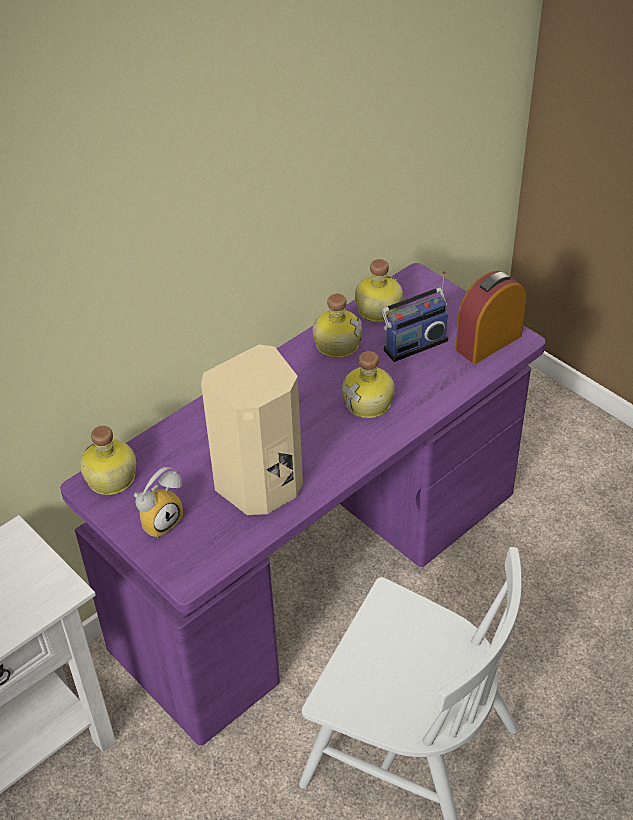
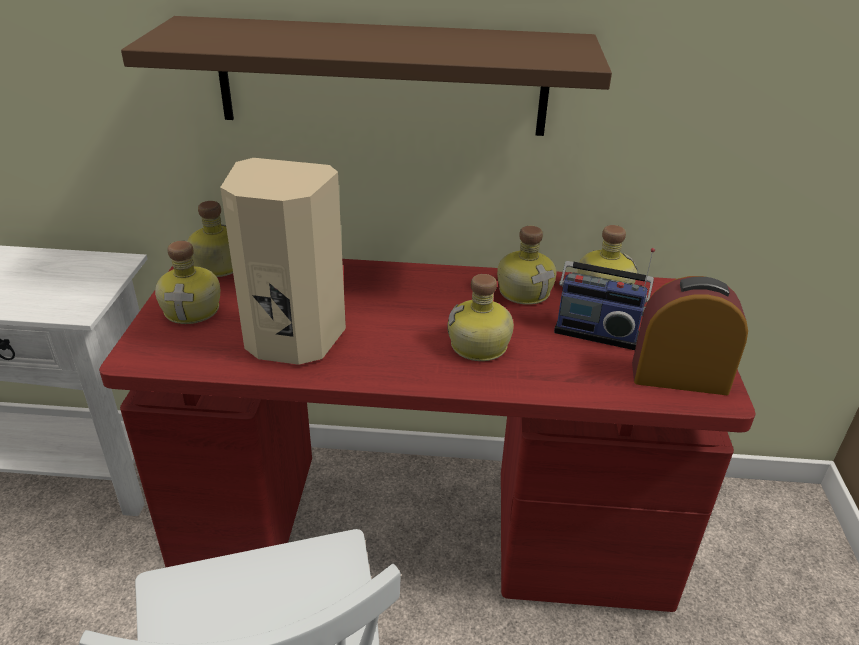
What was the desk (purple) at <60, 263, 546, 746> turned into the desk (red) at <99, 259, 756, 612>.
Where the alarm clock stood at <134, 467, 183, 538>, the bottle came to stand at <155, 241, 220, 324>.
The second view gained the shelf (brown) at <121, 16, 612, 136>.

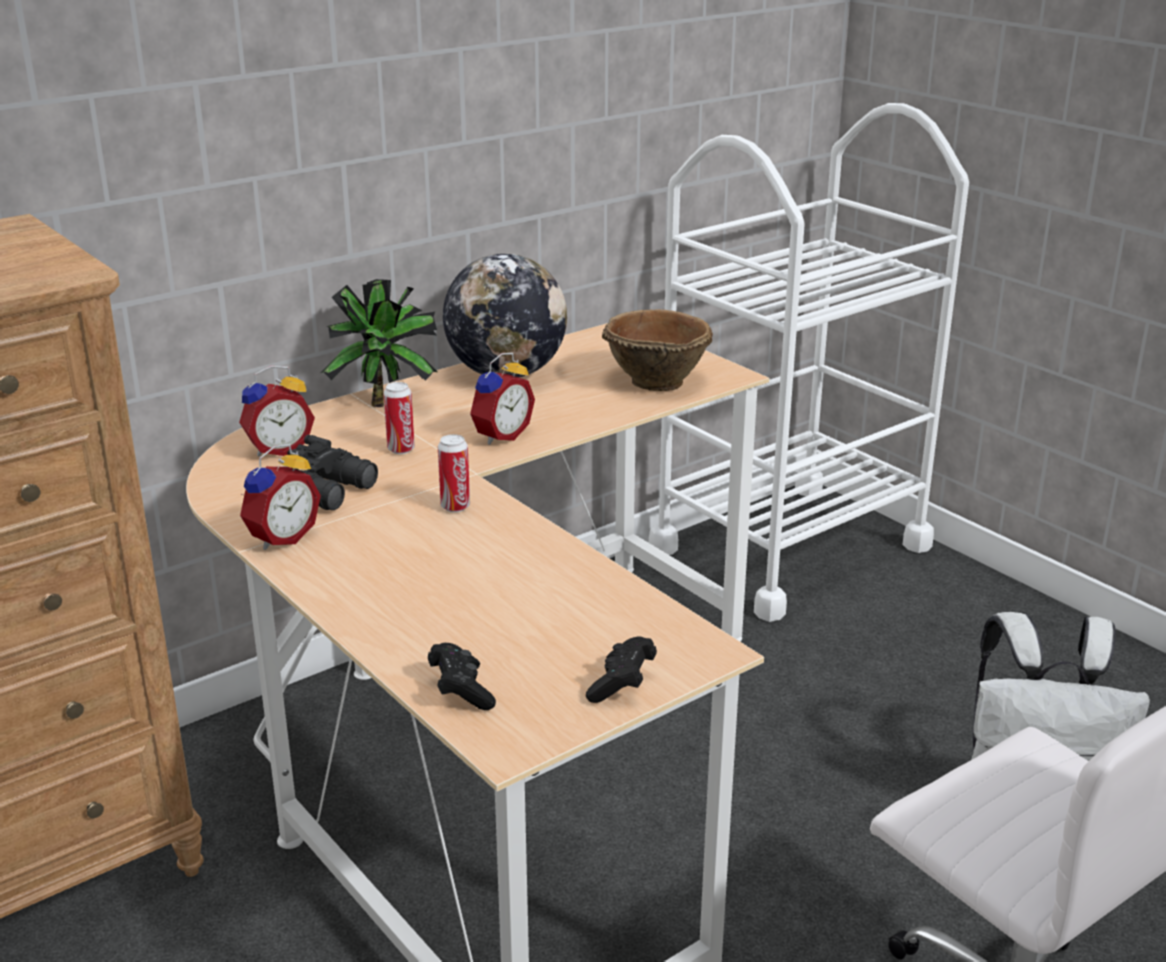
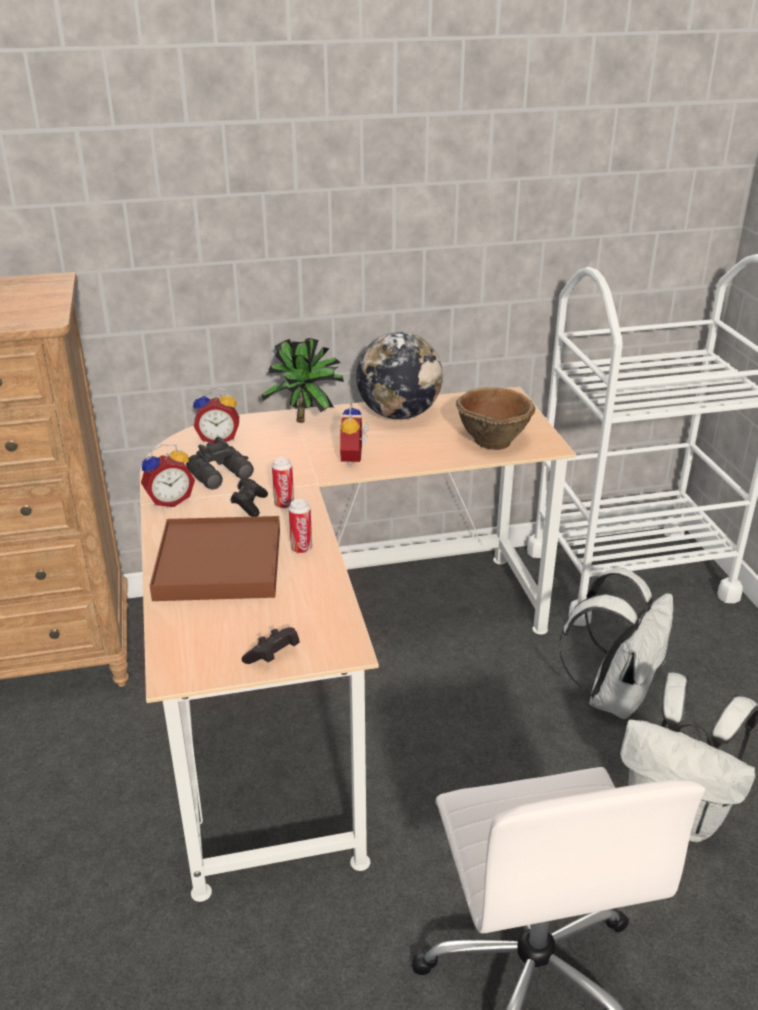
The can ended up elsewhere, having gone from <383, 382, 415, 454> to <289, 499, 312, 554>.
The game controller (black) ended up elsewhere, having gone from <428, 643, 496, 710> to <231, 478, 268, 517>.
The alarm clock at <470, 353, 535, 445> ended up facing another way, 120 degrees clockwise from before.
The second view gained the tray (brown) at <150, 516, 280, 601>.
The second view gained the backpack (white) at <559, 568, 673, 719>.

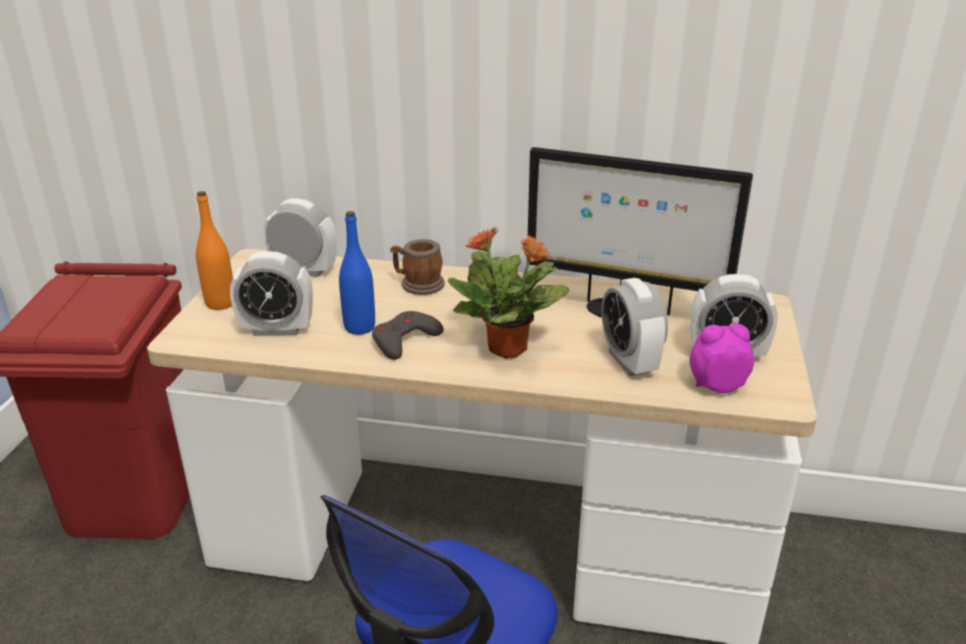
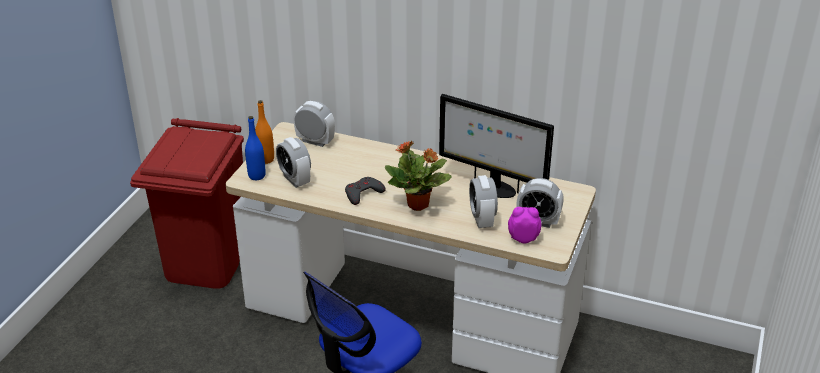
The alarm clock at <230, 251, 313, 336> ended up facing another way, 45 degrees clockwise from before.
The bottle (blue) ended up elsewhere, having gone from <339, 211, 375, 335> to <245, 116, 265, 180>.
The second view lost the mug at <390, 239, 445, 295>.

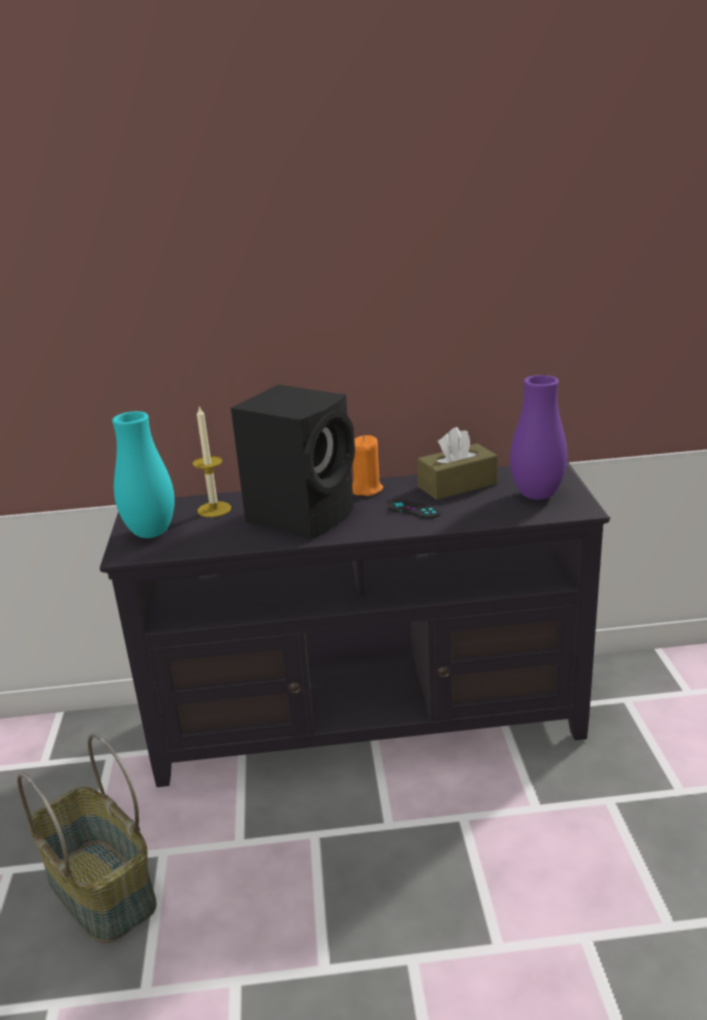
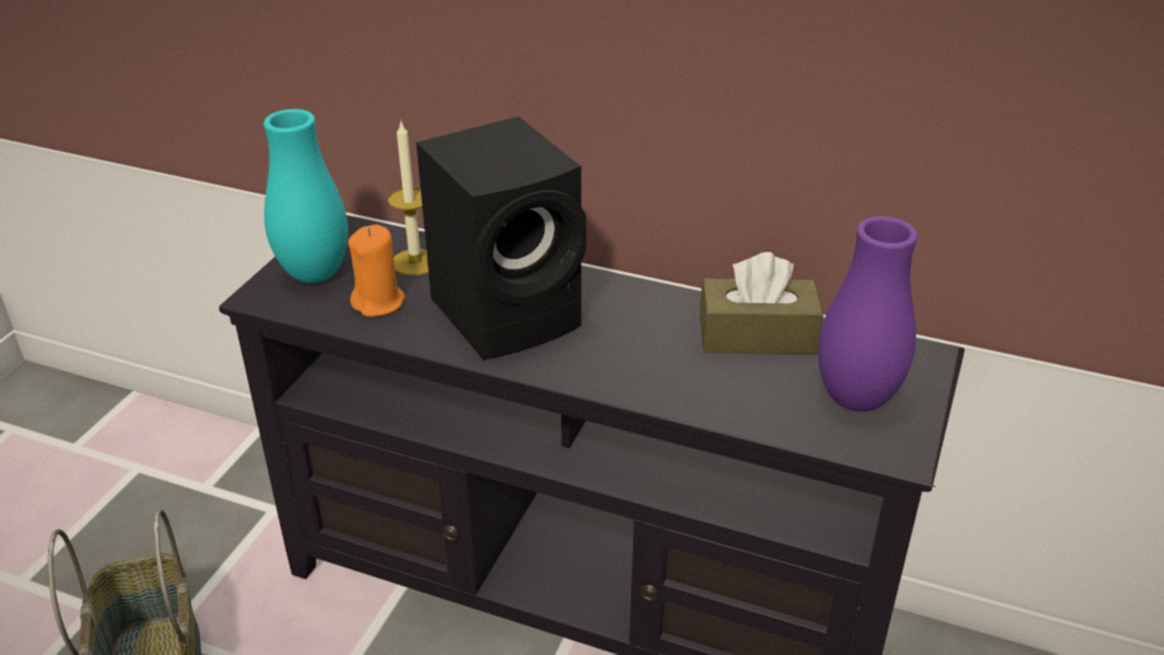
The candle (orange) ended up elsewhere, having gone from <352, 435, 383, 496> to <348, 224, 405, 317>.
The second view lost the game controller (black) at <388, 500, 441, 518>.

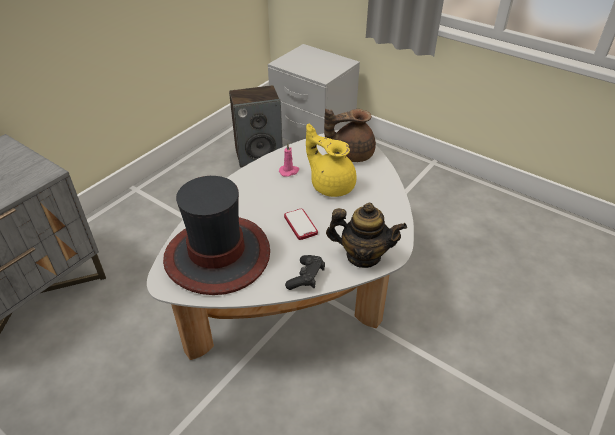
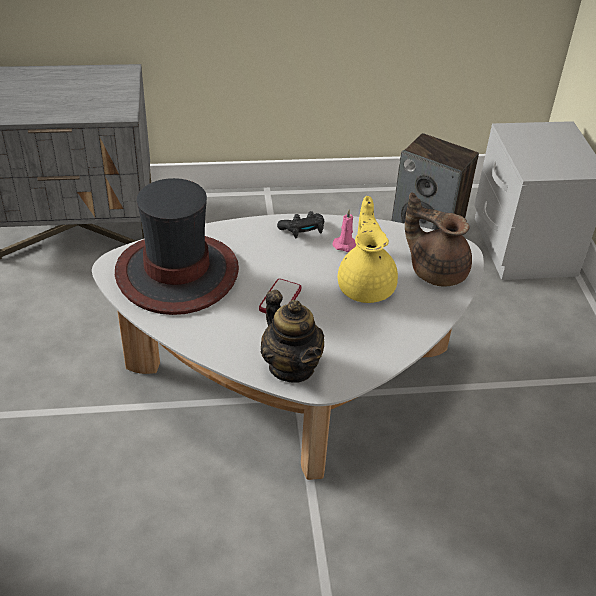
The game controller (black) ended up elsewhere, having gone from <285, 255, 325, 290> to <277, 211, 324, 238>.

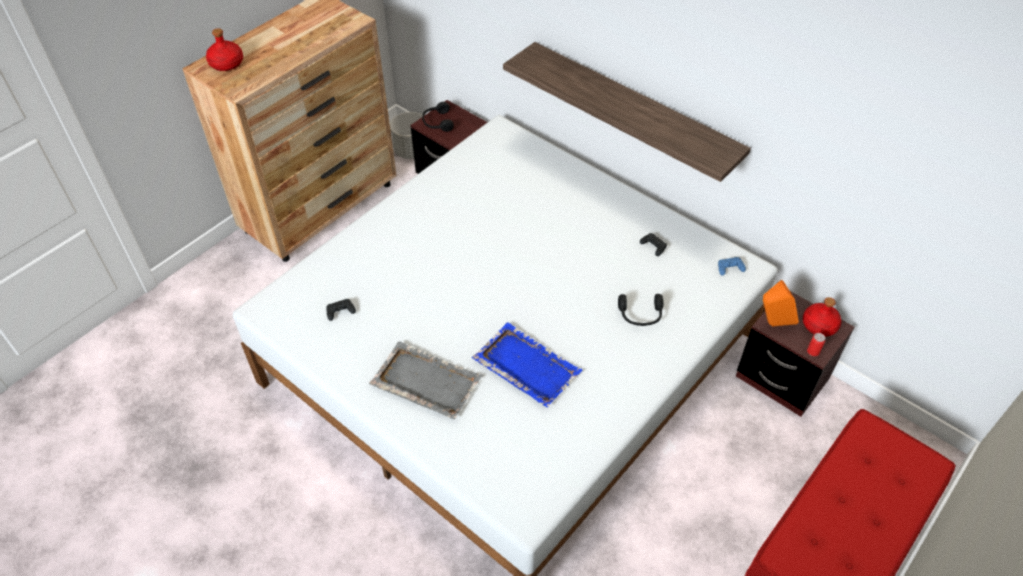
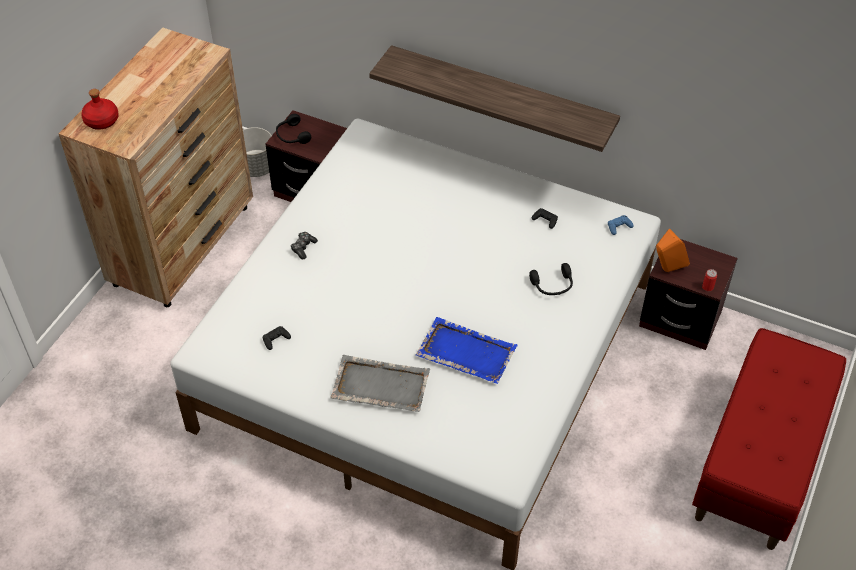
The second view lost the bottle (red) at <803, 297, 841, 337>.
The second view gained the game controller at <291, 232, 318, 259>.

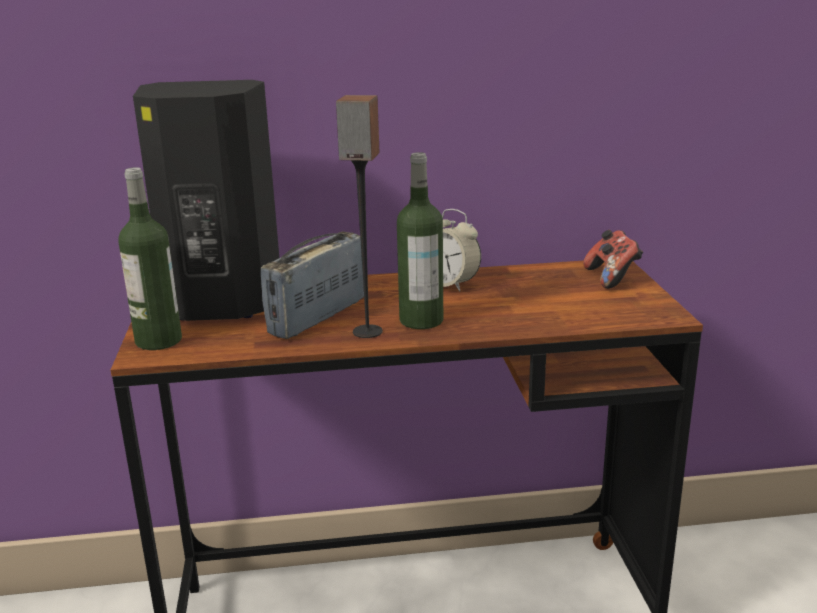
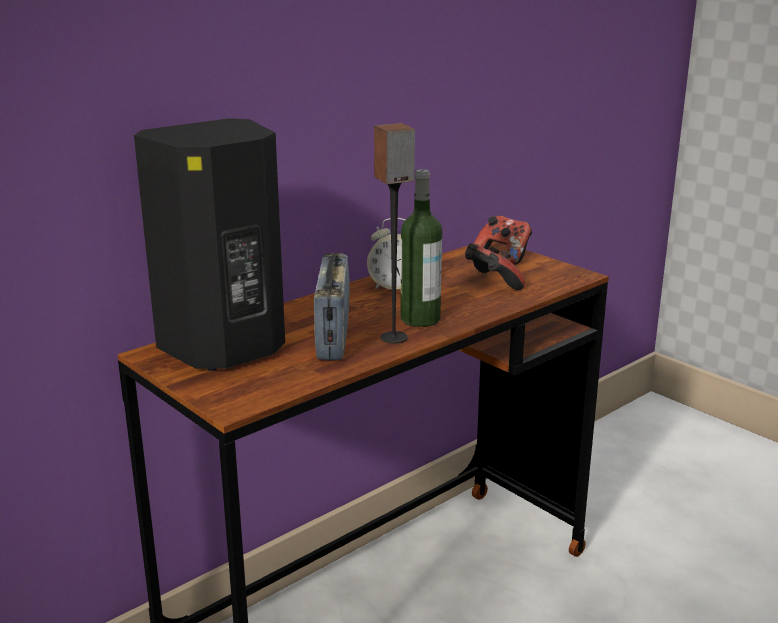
The second view lost the bottle at <118, 167, 182, 350>.
The second view gained the game controller at <465, 243, 525, 290>.

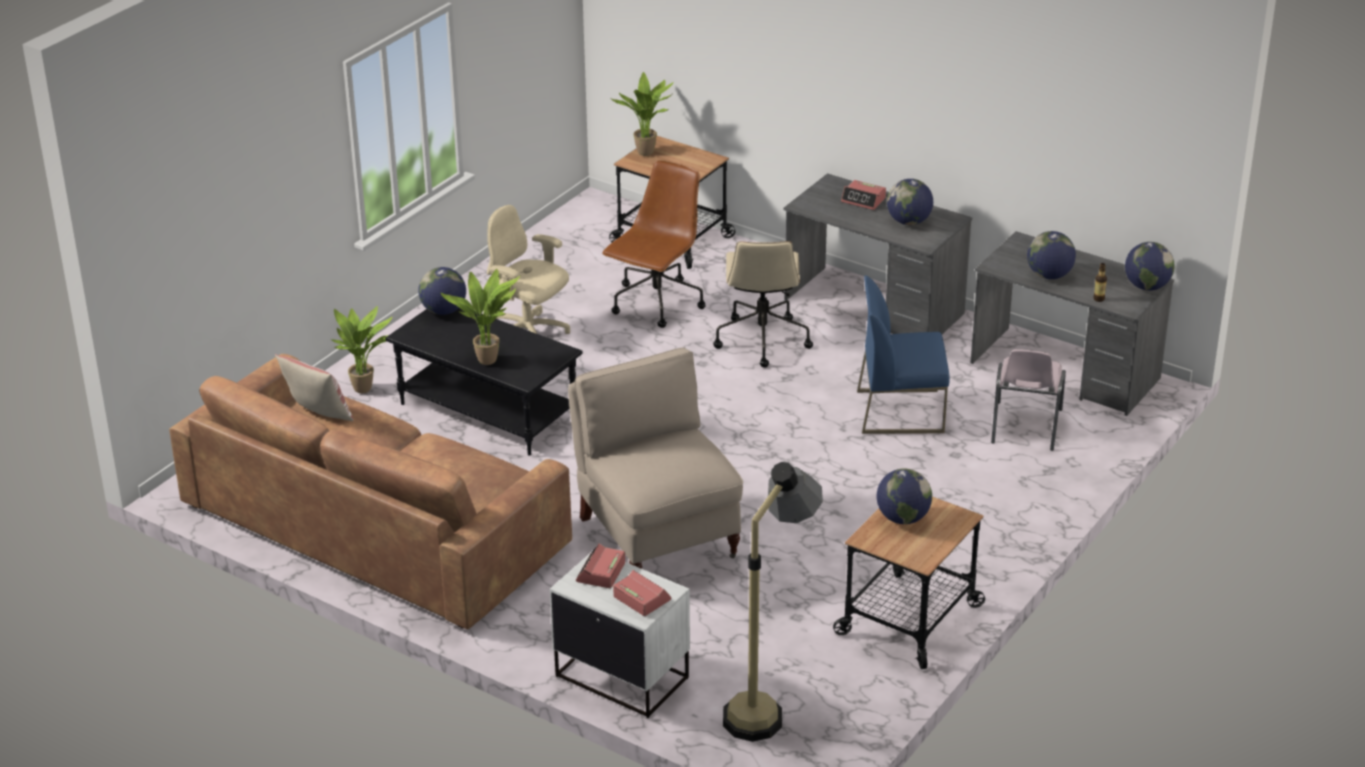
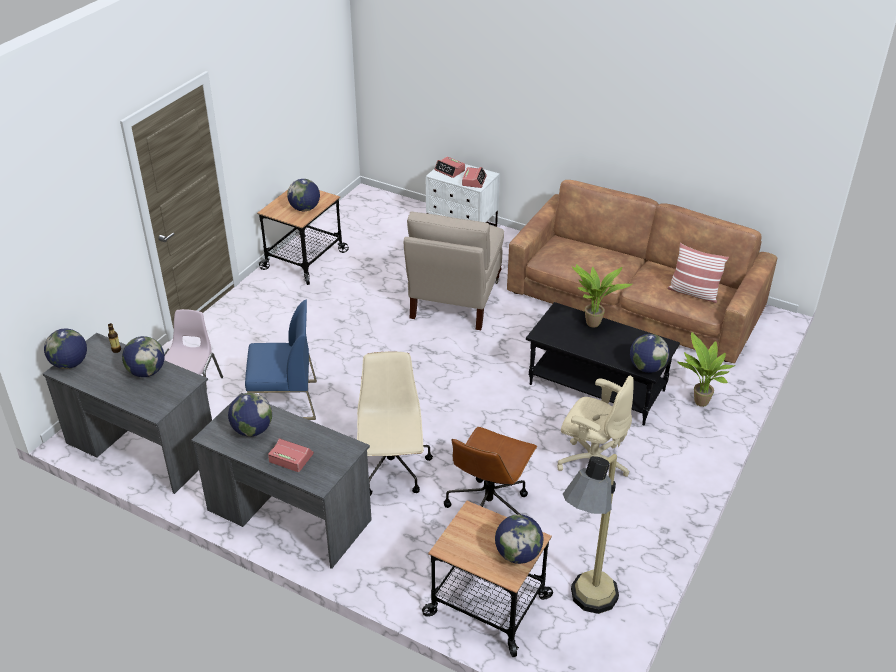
The chair (beige) at <568, 348, 743, 569> ended up facing another way, 45 degrees clockwise from before.
Where the potted plant stood at <612, 72, 673, 156>, the globe came to stand at <495, 514, 543, 564>.
The floor lamp ended up elsewhere, having gone from <723, 462, 823, 742> to <563, 454, 619, 614>.

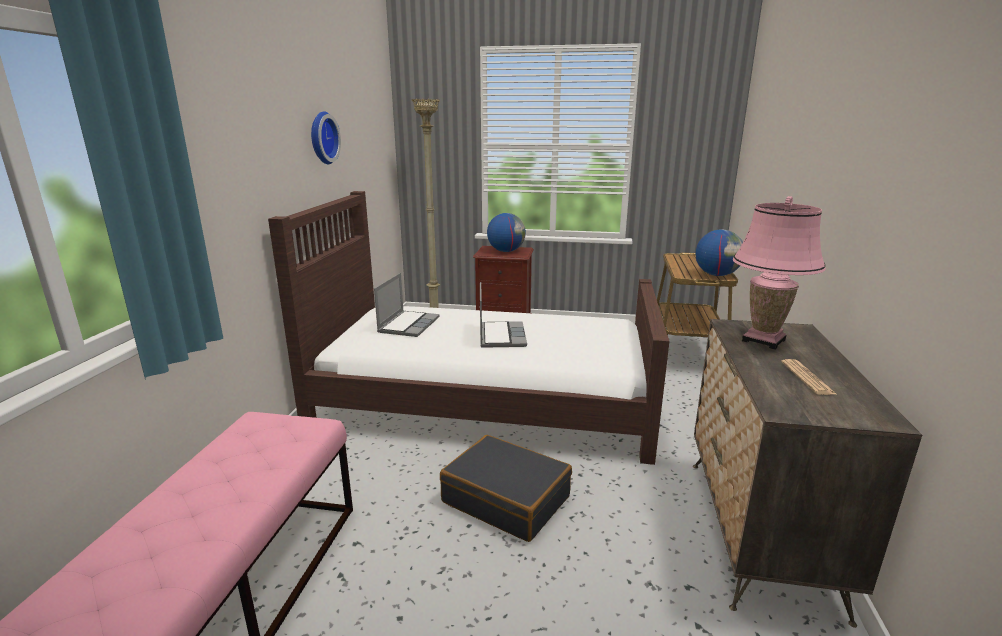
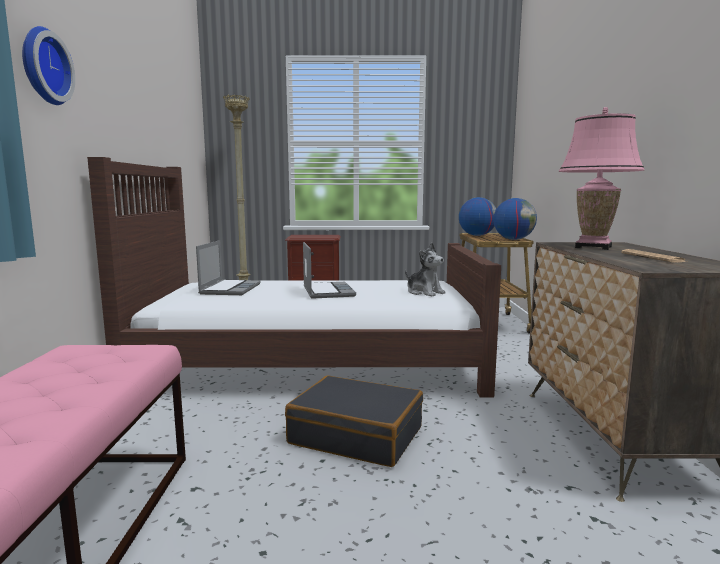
The wall clock ended up elsewhere, having gone from <311, 111, 341, 164> to <22, 26, 75, 105>.
The globe ended up elsewhere, having gone from <487, 213, 526, 252> to <459, 197, 496, 236>.
The second view gained the plush toy at <405, 243, 446, 296>.

